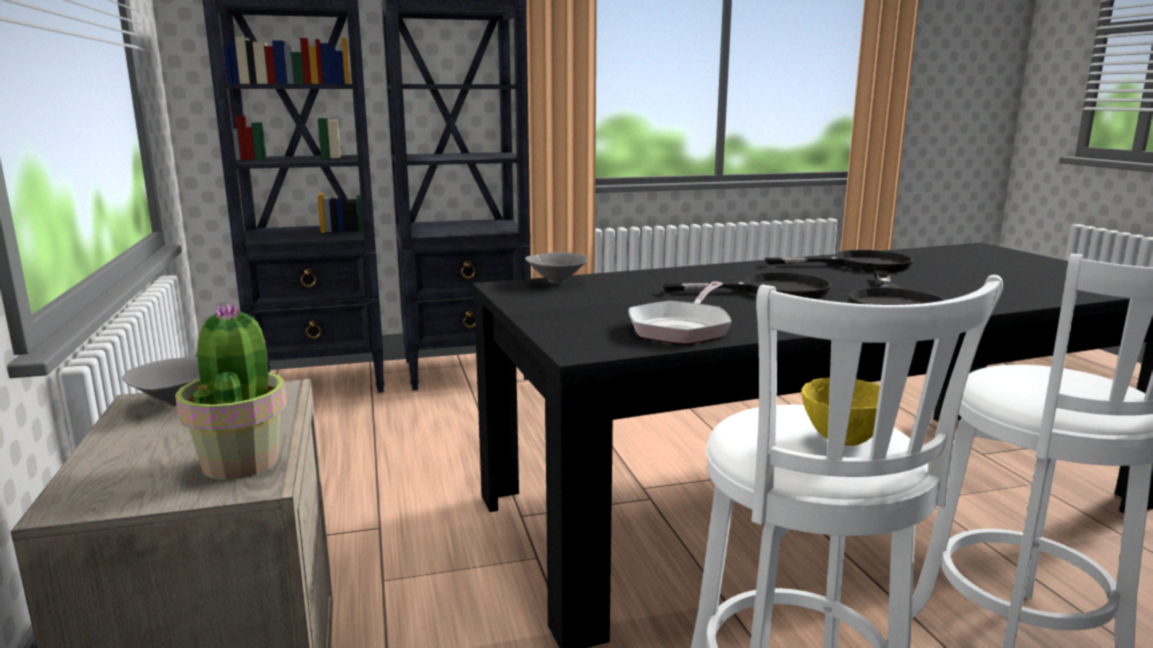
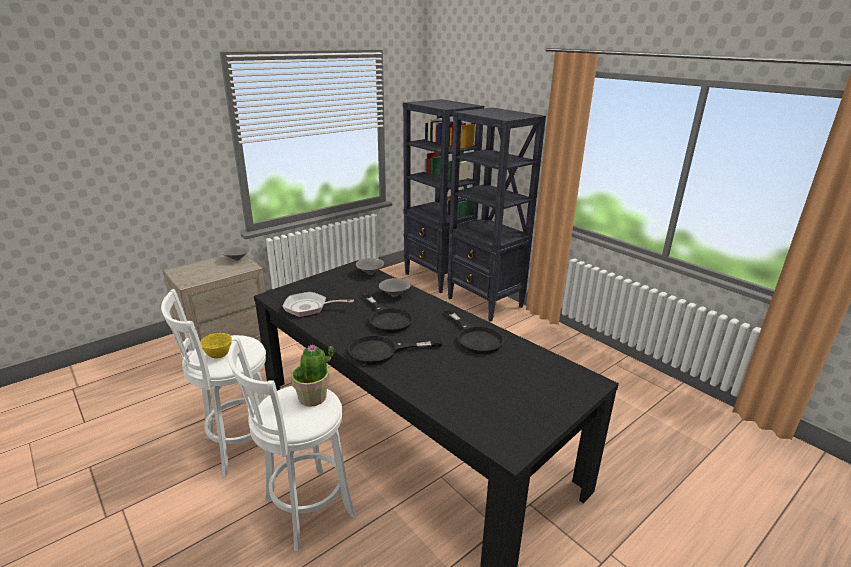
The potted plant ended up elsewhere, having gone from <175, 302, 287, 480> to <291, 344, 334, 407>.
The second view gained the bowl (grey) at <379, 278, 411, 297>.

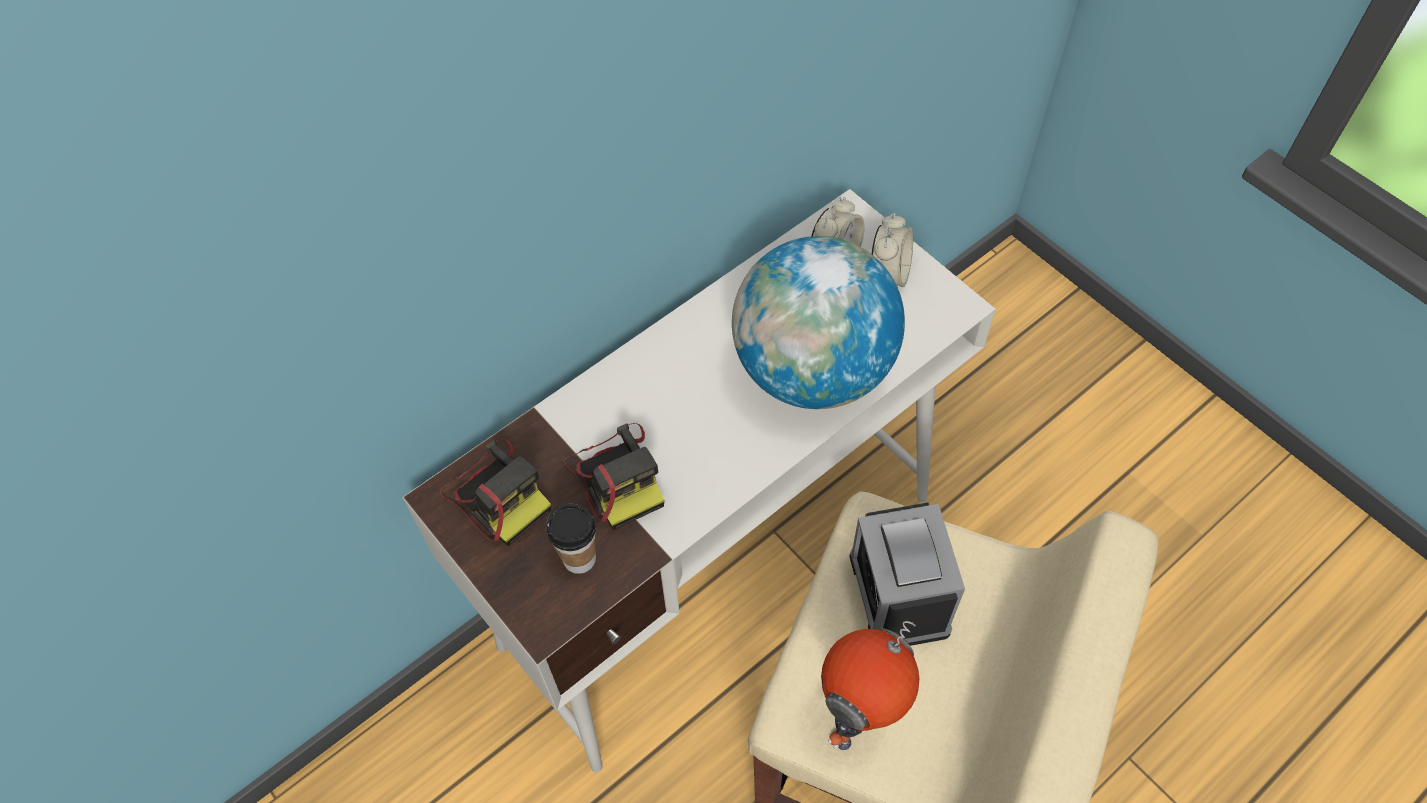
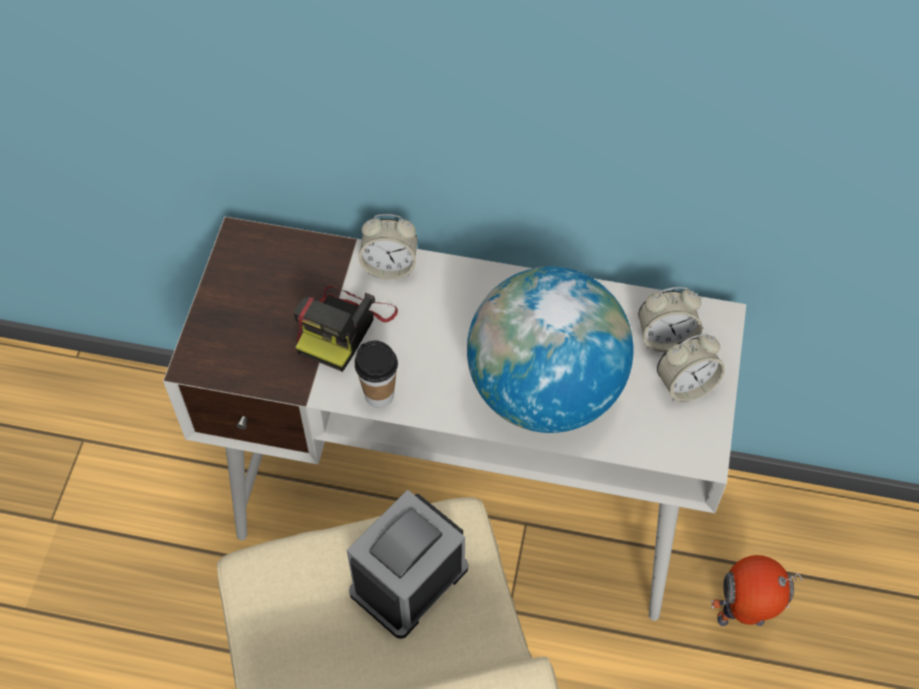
The second view lost the photo camera at <440, 438, 551, 546>.
The cup ended up elsewhere, having gone from <546, 504, 596, 574> to <355, 340, 398, 408>.
The toy robot ended up elsewhere, having gone from <821, 621, 920, 750> to <711, 555, 802, 626>.
The second view gained the alarm clock at <358, 214, 418, 279>.

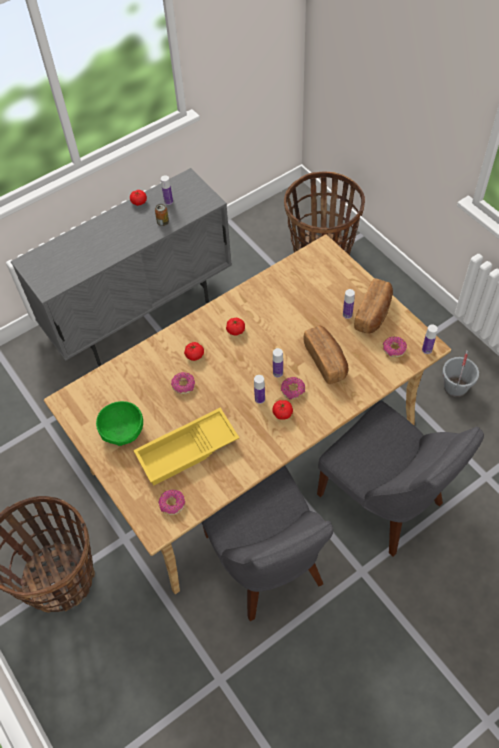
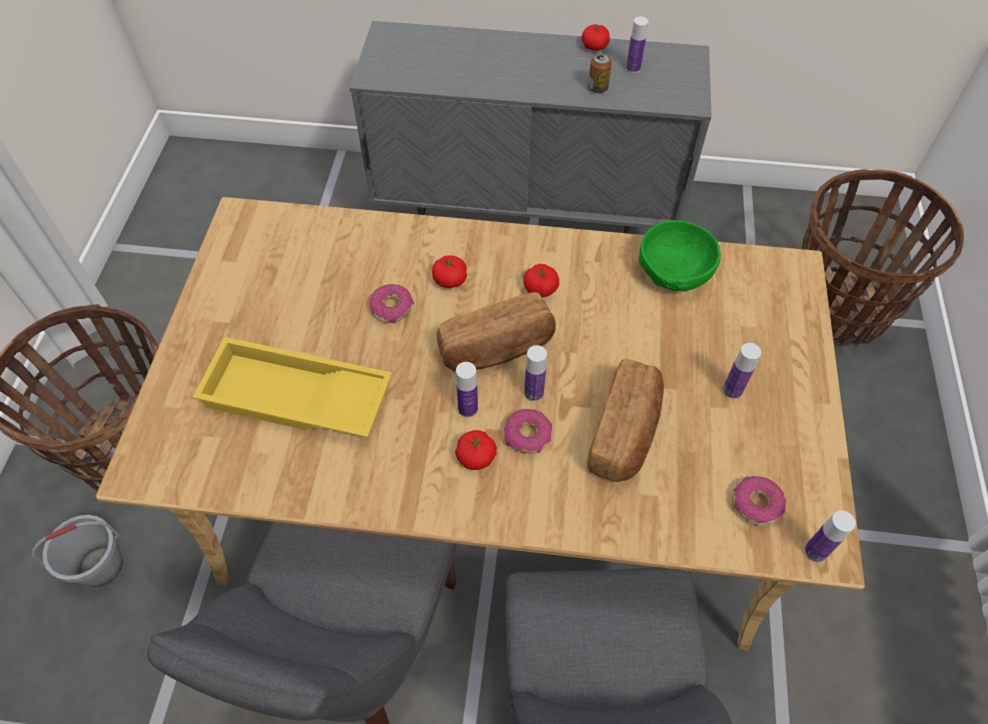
The bowl (green) ended up elsewhere, having gone from <96, 401, 143, 446> to <638, 220, 721, 291>.
The second view lost the donut at <158, 489, 185, 515>.
The bread ended up elsewhere, having gone from <354, 278, 393, 334> to <436, 292, 556, 371>.
The bucket (grey) ended up elsewhere, having gone from <442, 350, 479, 397> to <32, 515, 123, 587>.

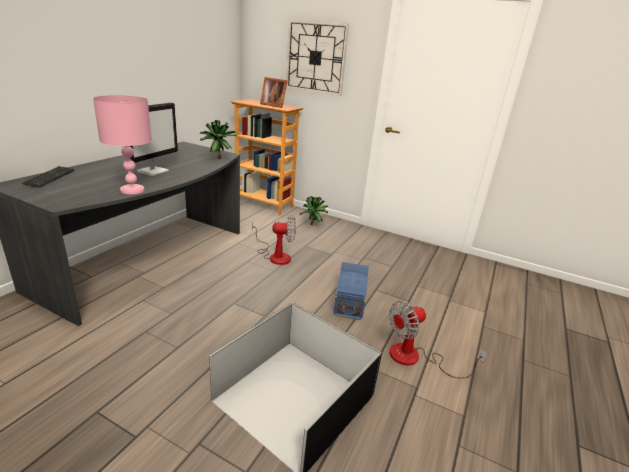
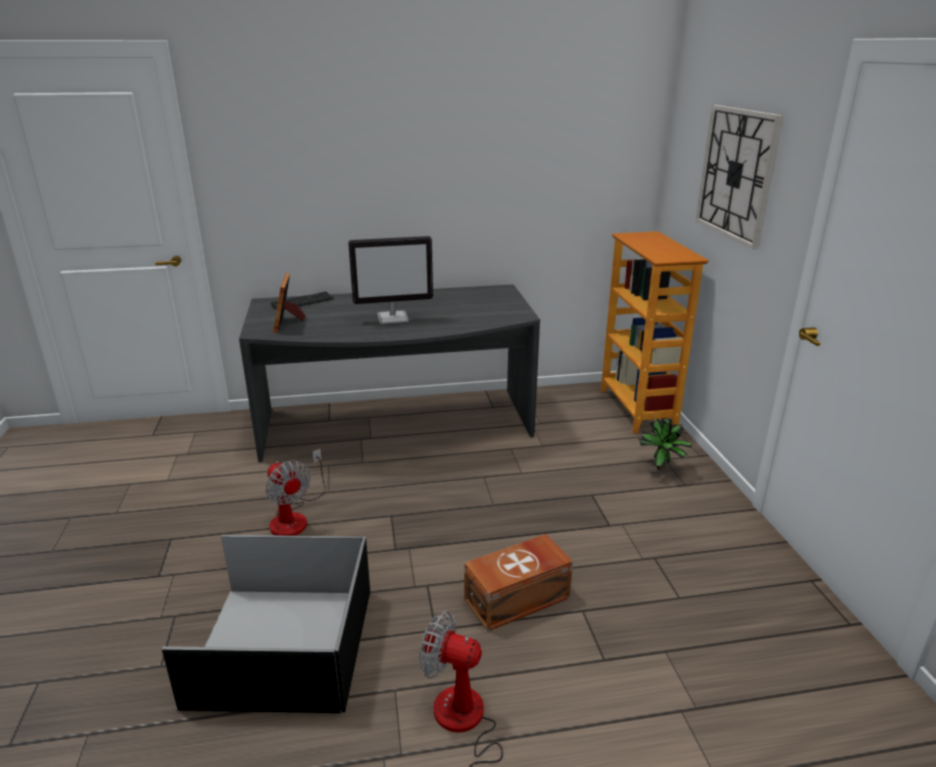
The second view lost the table lamp (pink) at <93, 95, 152, 194>.
The second view lost the potted plant at <199, 120, 237, 159>.
The fan ended up elsewhere, having gone from <252, 215, 296, 265> to <265, 449, 326, 536>.
The picture frame ended up elsewhere, having gone from <260, 77, 287, 108> to <273, 273, 306, 333>.
What was the storage box (blue) at <333, 262, 369, 320> turned into the storage box (brown) at <464, 534, 573, 631>.

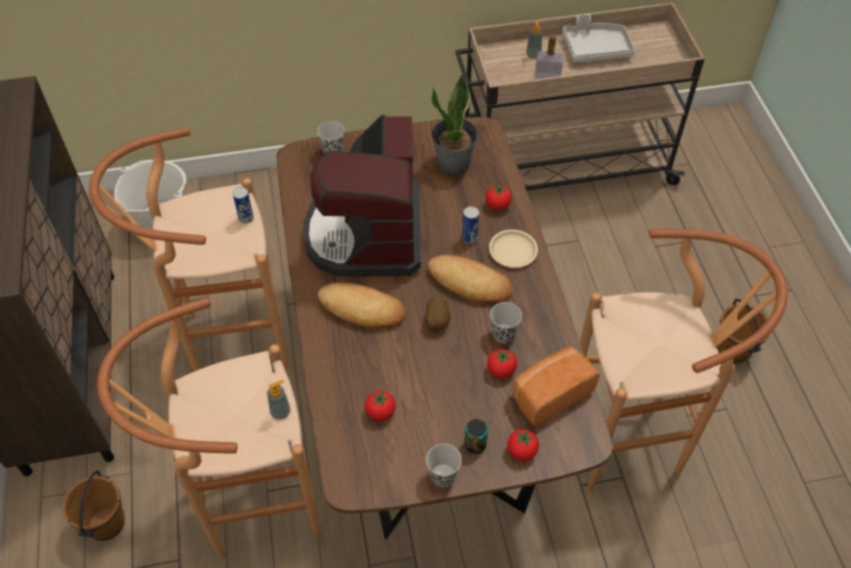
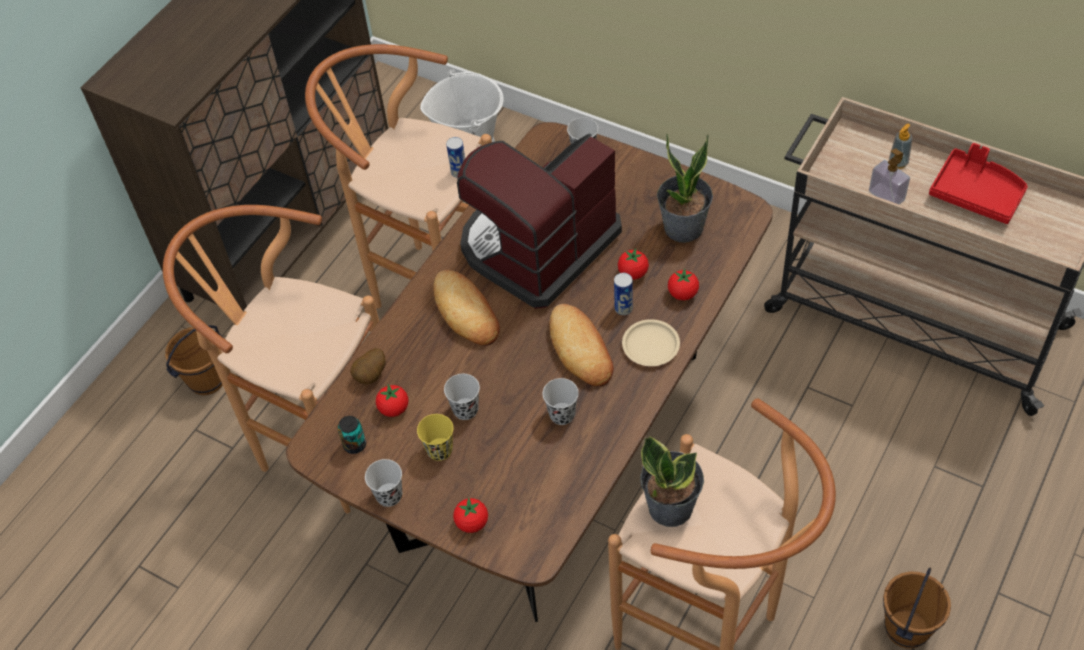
The second view lost the soap dispenser at <267, 380, 291, 420>.
The potato ended up elsewhere, having gone from <425, 296, 451, 330> to <350, 348, 386, 384>.
The can ended up elsewhere, having gone from <464, 419, 488, 454> to <338, 416, 366, 454>.
The tomato ended up elsewhere, having gone from <487, 349, 517, 378> to <618, 249, 649, 280>.
The second view lost the bread at <513, 347, 600, 426>.
What was the tray (grey) at <562, 14, 635, 63> turned into the tray (red) at <929, 143, 1028, 224>.
The second view gained the cup (yellow) at <417, 414, 453, 461>.
The second view gained the cup (black) at <444, 374, 480, 420>.
The second view gained the potted plant at <640, 437, 704, 527>.

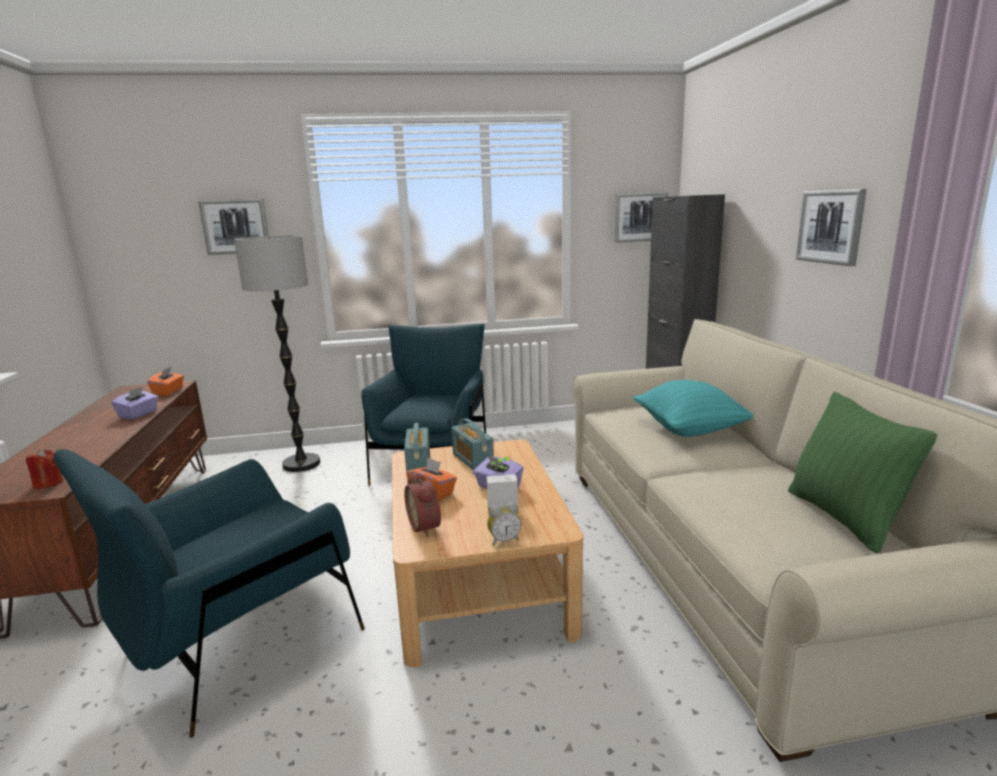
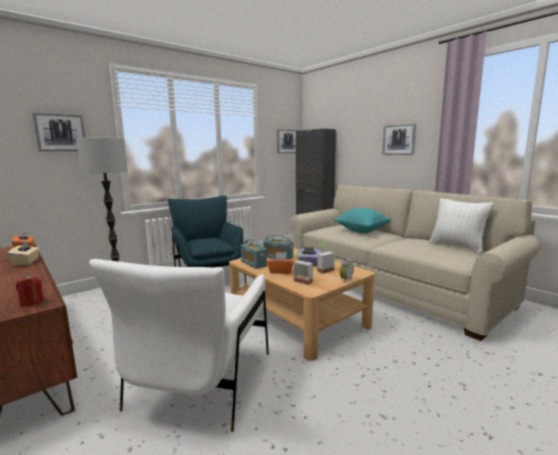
What was the armchair (blue) at <54, 449, 365, 738> turned into the armchair (white) at <89, 259, 269, 432>.
What was the tissue box (purple) at <112, 386, 159, 419> turned into the tissue box (beige) at <7, 241, 40, 266>.
Where the alarm clock stood at <404, 471, 441, 537>, the potted plant came to stand at <294, 251, 313, 285>.
What was the pillow (green) at <788, 392, 938, 554> turned into the pillow (white) at <429, 198, 494, 253>.

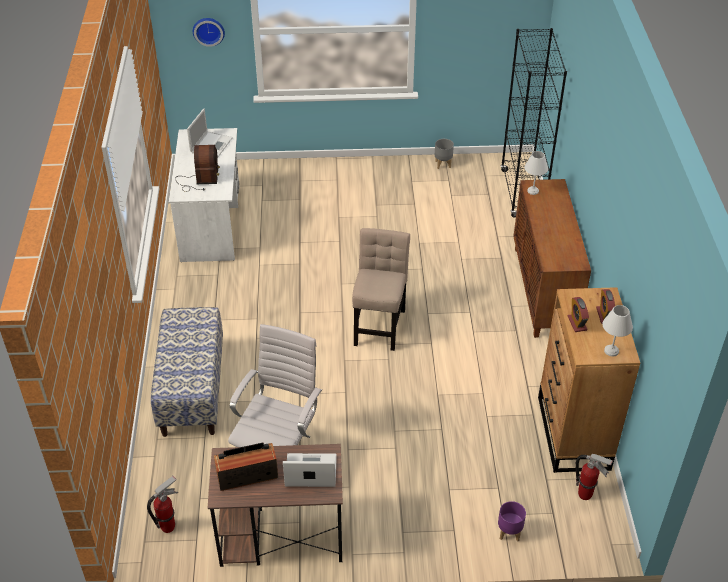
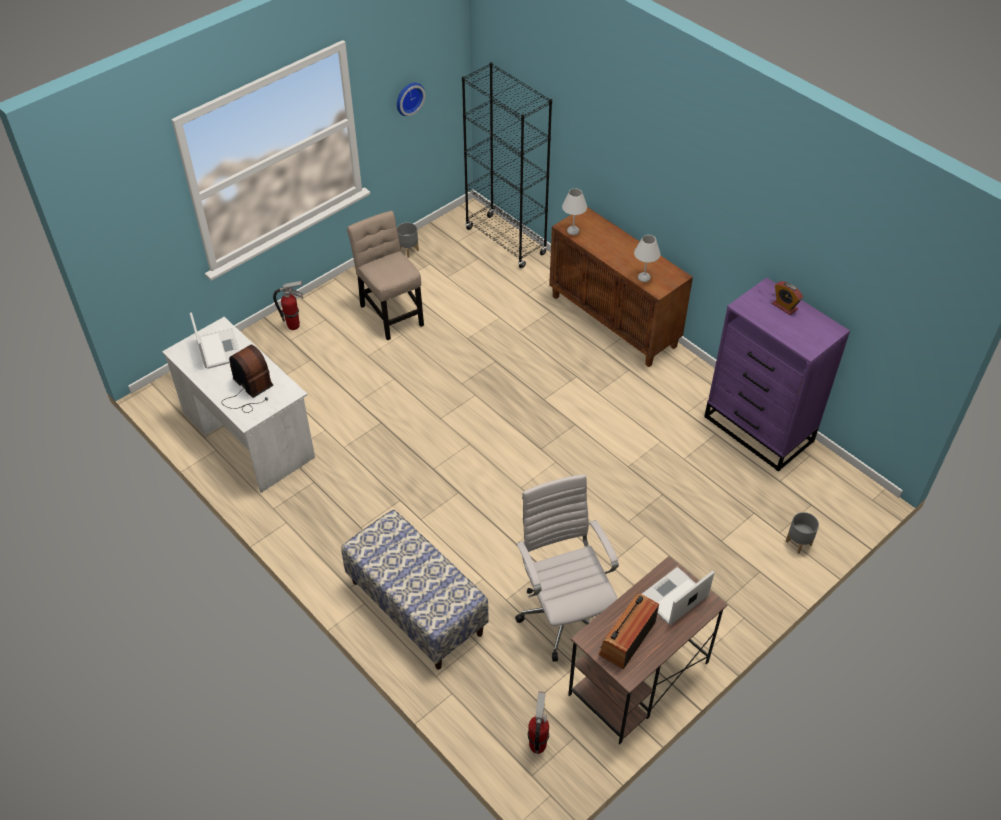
The wall clock ended up elsewhere, having gone from <193, 18, 225, 47> to <397, 82, 425, 116>.
The chair (beige) ended up elsewhere, having gone from <352, 228, 410, 351> to <347, 211, 424, 340>.
What was the planter (purple) at <498, 501, 526, 541> turned into the planter (grey) at <786, 512, 819, 554>.
What was the dresser (brown) at <538, 287, 640, 473> turned into the dresser (purple) at <704, 278, 850, 472>.
The second view lost the alarm clock at <568, 297, 589, 332>.
The fire extinguisher ended up elsewhere, having gone from <576, 454, 613, 500> to <273, 281, 303, 330>.
The table lamp (white) ended up elsewhere, having gone from <602, 305, 633, 356> to <634, 235, 660, 282>.

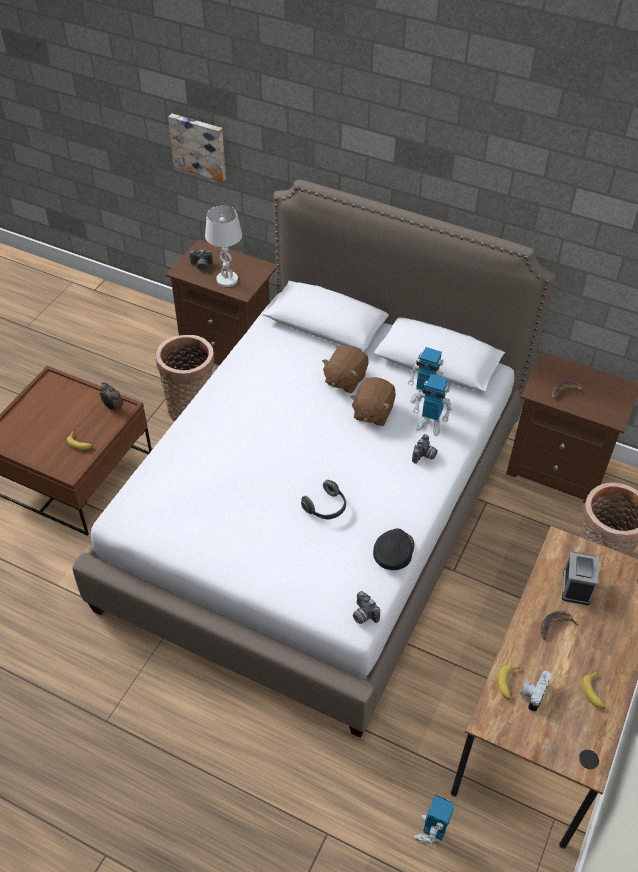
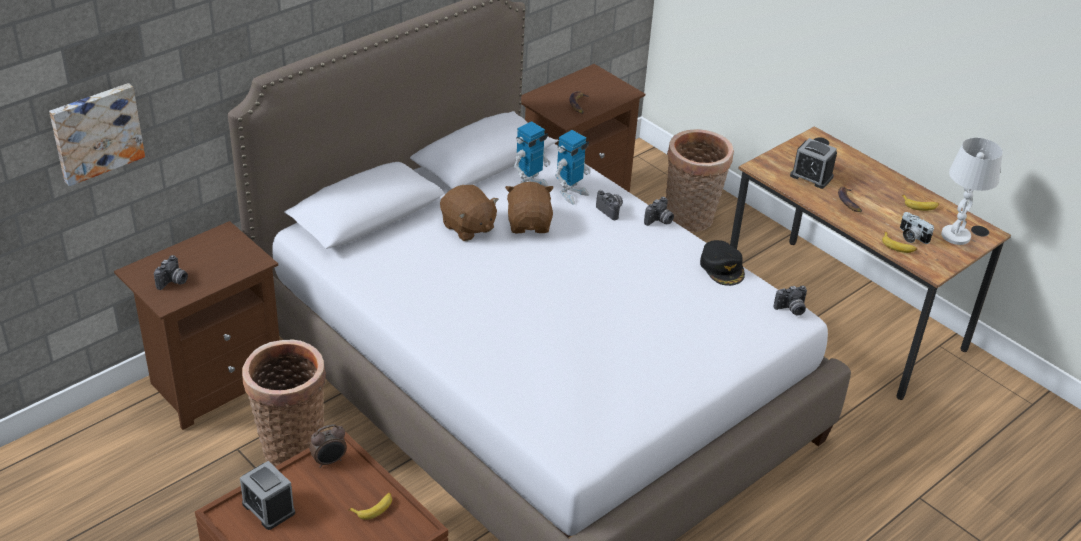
The table lamp (white) ended up elsewhere, having gone from <205, 206, 242, 287> to <941, 138, 1003, 245>.
The second view lost the headphones at <301, 480, 346, 520>.
The plush toy (brown) at <351, 377, 396, 426> ended up facing another way, 135 degrees counterclockwise from before.
The cap (black) at <373, 529, 414, 570> ended up facing another way, 150 degrees counterclockwise from before.
The second view lost the toy robot at <413, 795, 454, 844>.
The second view gained the alarm clock at <240, 461, 295, 530>.
The second view gained the photo camera at <644, 197, 674, 226>.

